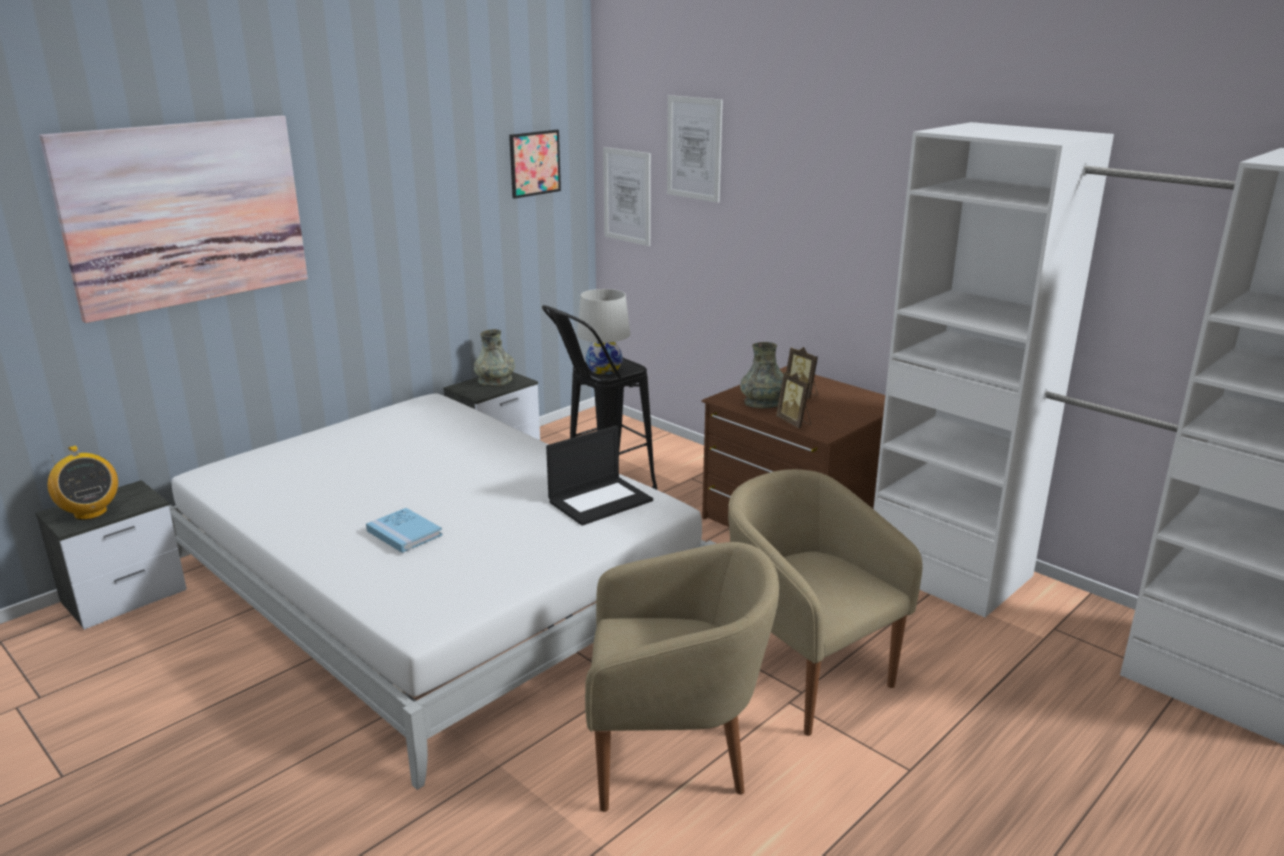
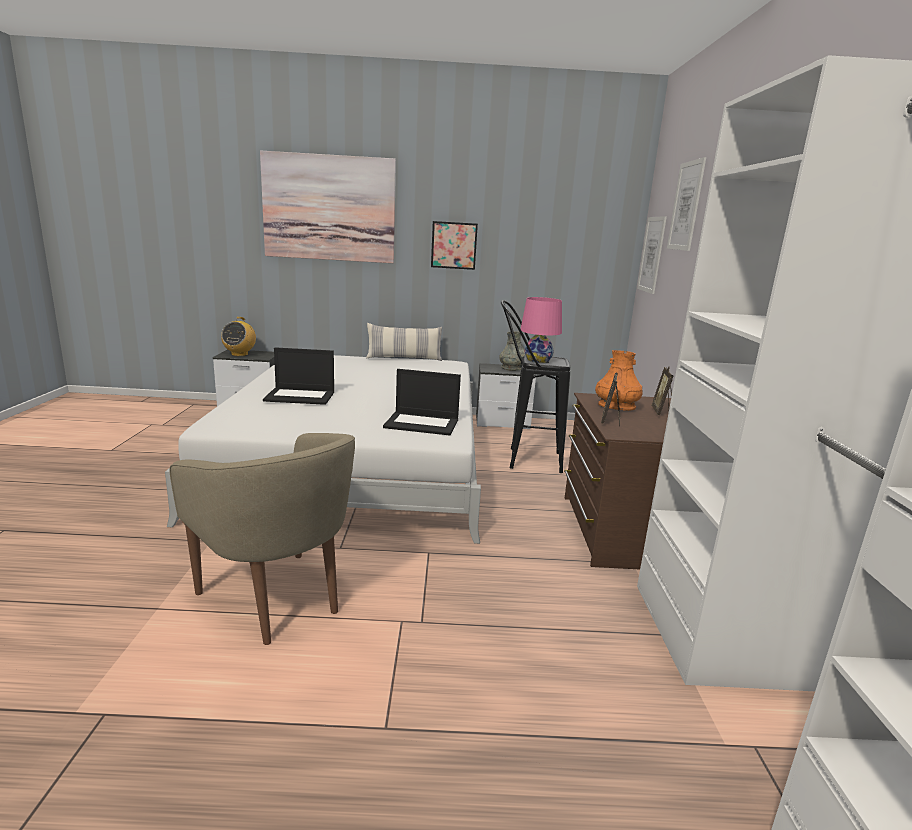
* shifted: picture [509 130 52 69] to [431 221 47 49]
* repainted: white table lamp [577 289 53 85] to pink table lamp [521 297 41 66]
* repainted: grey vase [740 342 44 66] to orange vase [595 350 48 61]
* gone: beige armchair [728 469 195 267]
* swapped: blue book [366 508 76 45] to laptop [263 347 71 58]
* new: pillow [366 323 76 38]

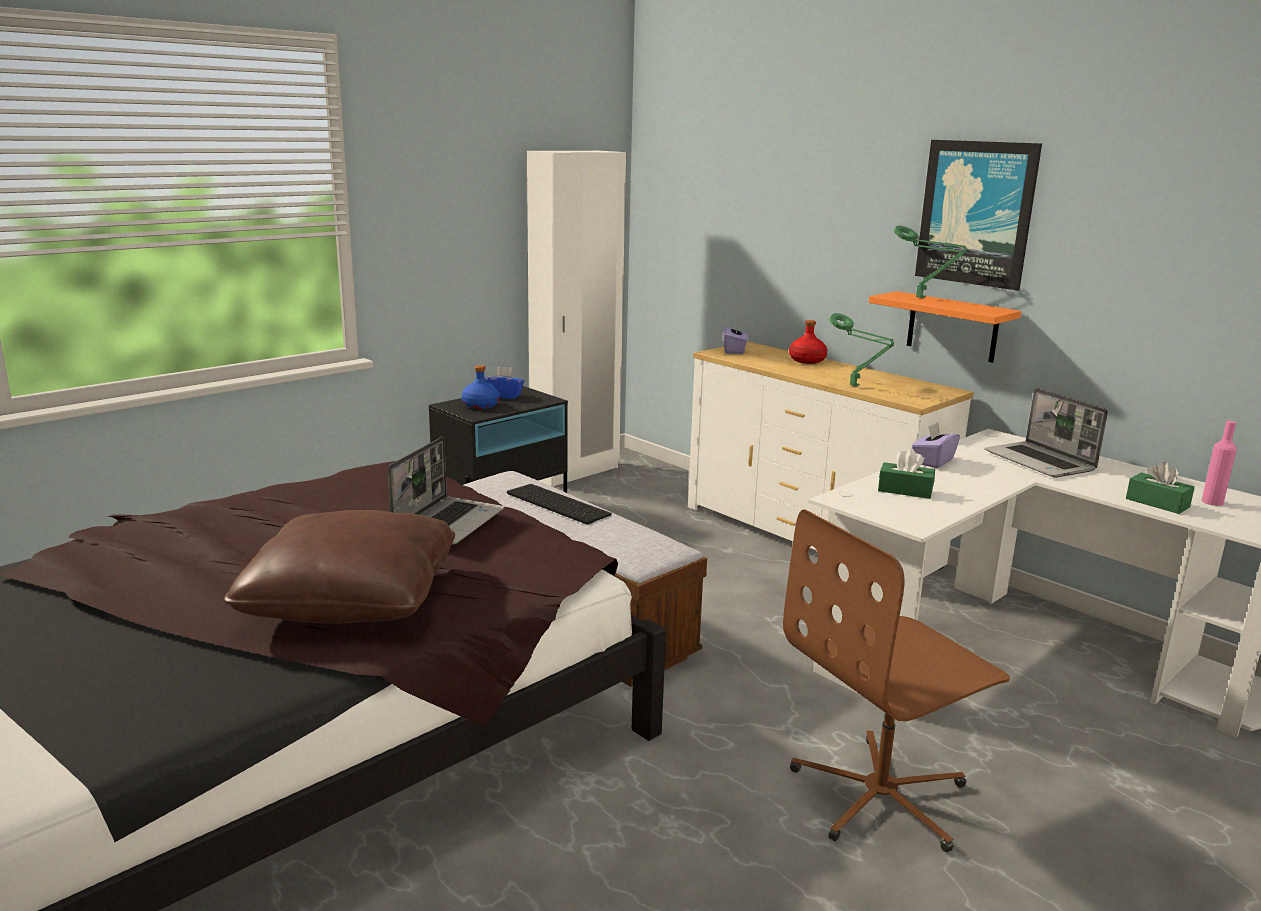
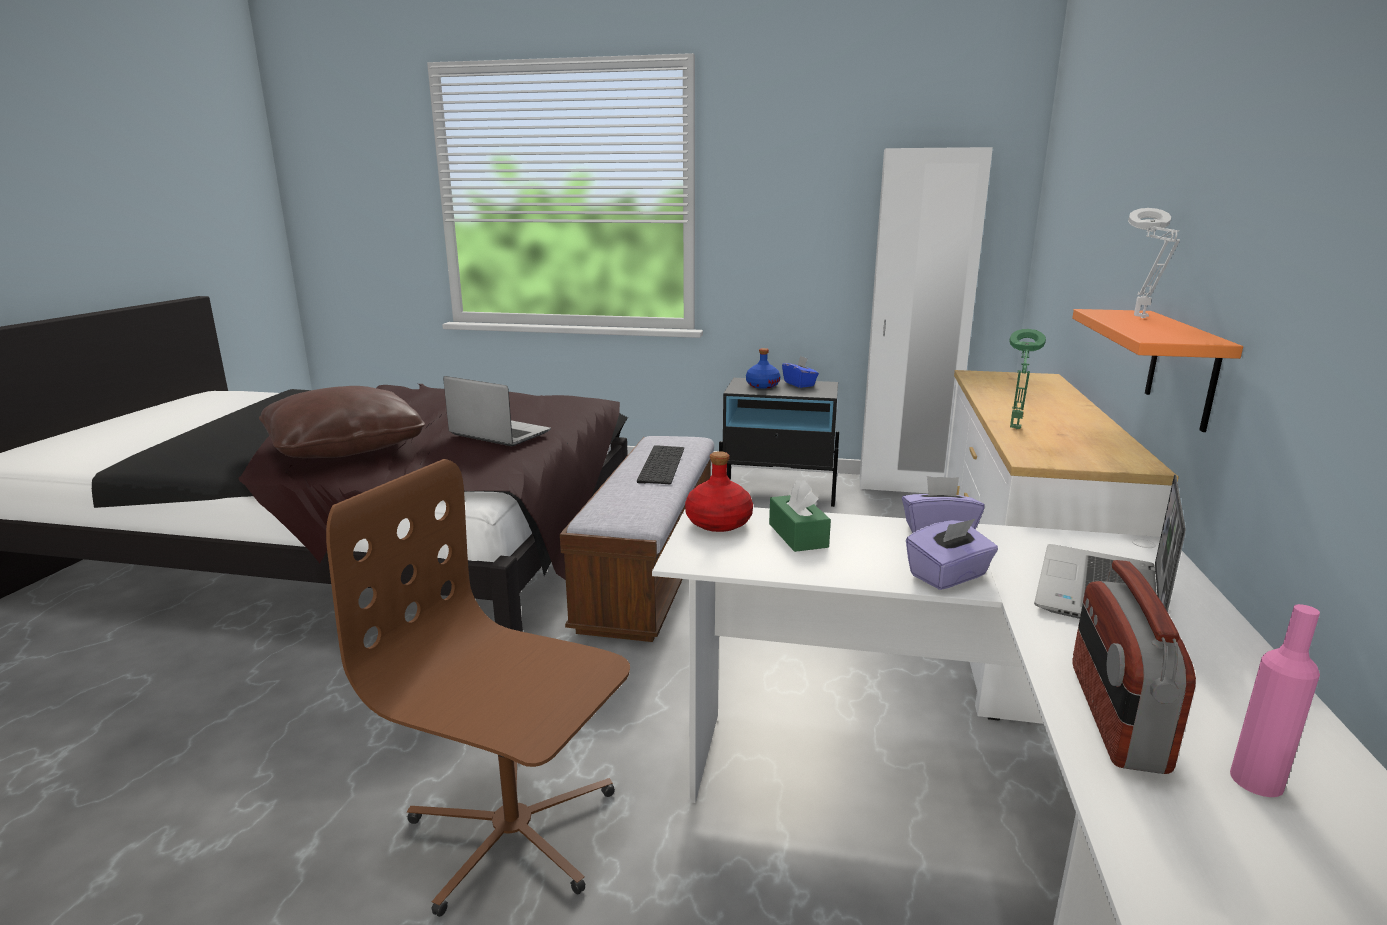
* gone: picture [915 140 127 150]
* repainted: green table lamp [894 226 73 72] to white table lamp [1128 208 52 110]
* shifted: red bottle [789 320 38 44] to [685 451 68 81]
* shifted: purple tissue box [723 321 25 33] to [906 518 92 72]
* rotated: laptop [388 436 116 109] = [443 376 108 70] 135 degrees counterclockwise
* swapped: green tissue box [1126 462 69 52] to radio [1072 560 124 214]

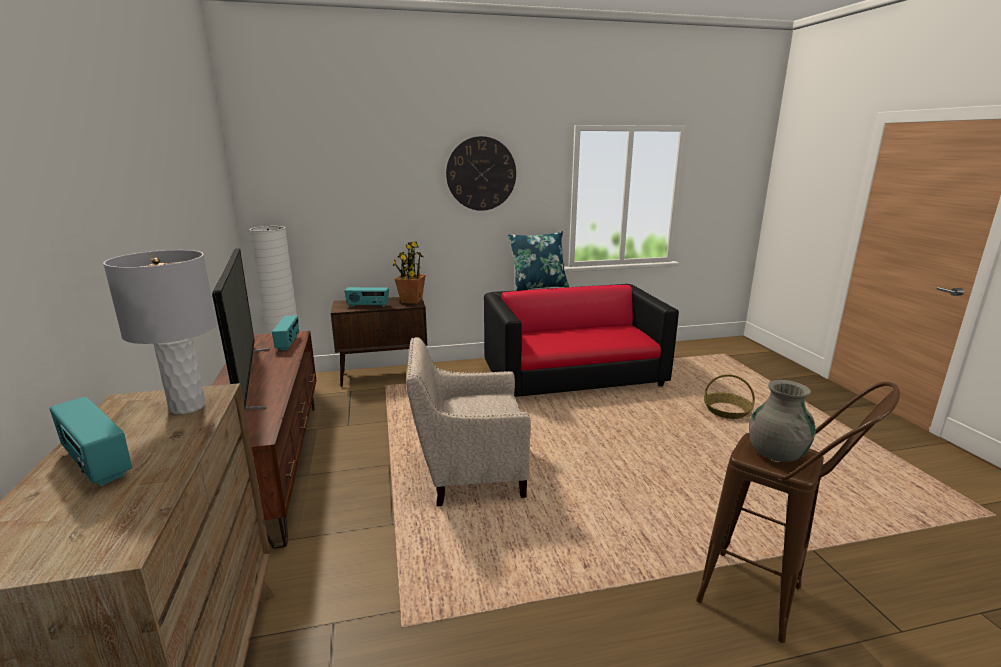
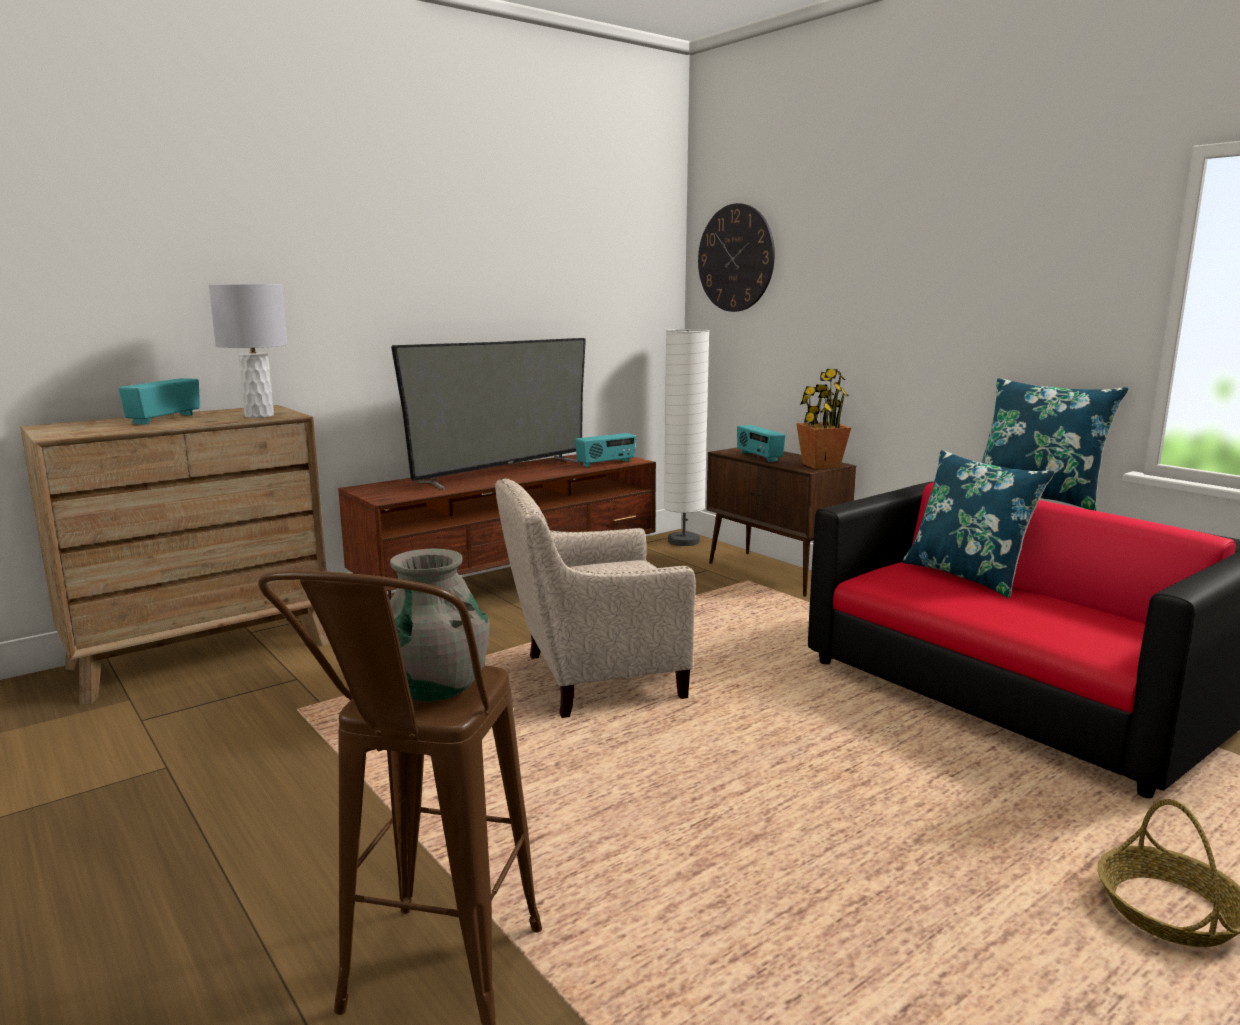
* shifted: wall clock [446 136 70 75] to [698 203 77 109]
* rotated: beige armchair [406 337 125 169] = [495 478 201 240] 75 degrees counterclockwise
* new: blue pillow [902 450 153 148]

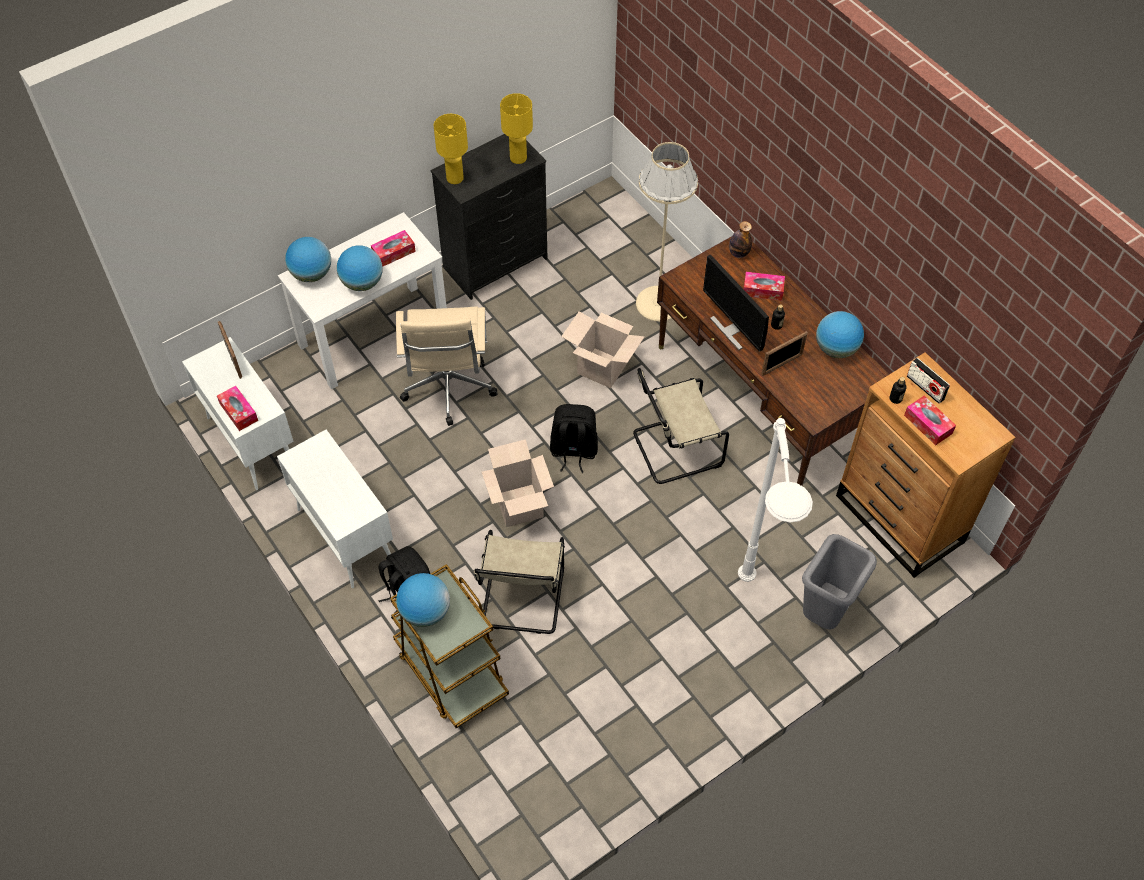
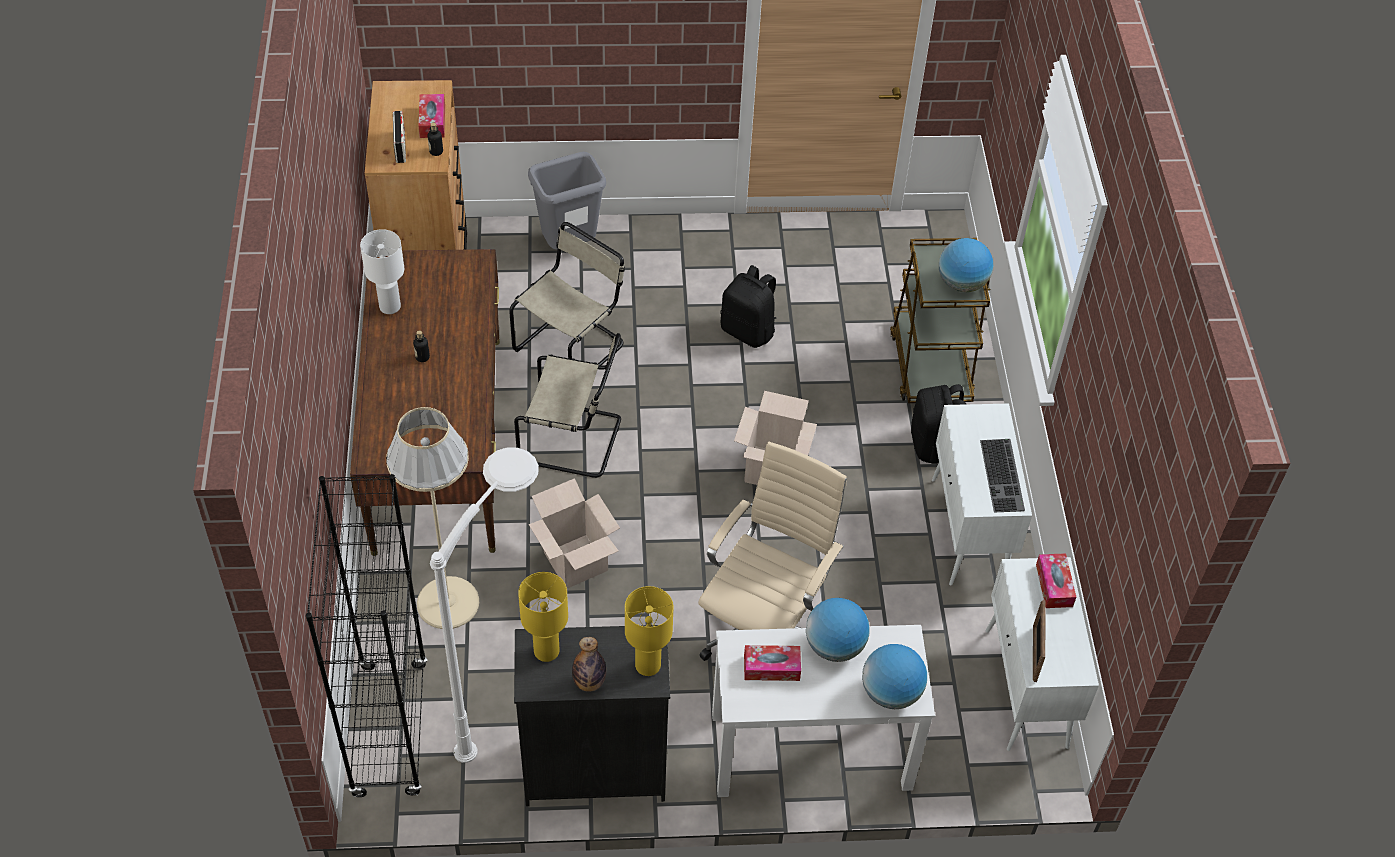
* shifted: bottle [729 221 23 37] to [572 637 34 55]
* gone: monitor [703 254 66 98]
* gone: tissue box [744 272 41 29]
* swapped: globe [816 311 48 47] to white table lamp [360 229 44 85]
* gone: picture frame [761 331 46 45]
* shifted: black backpack [550 404 48 69] to [720 265 56 83]
* shifted: white floor lamp [738 418 75 164] to [430 447 109 316]
* shifted: beige chair [473 530 92 104] to [509 222 116 144]
* new: keyboard [980 439 45 73]
* new: black bookcase [306 474 122 323]

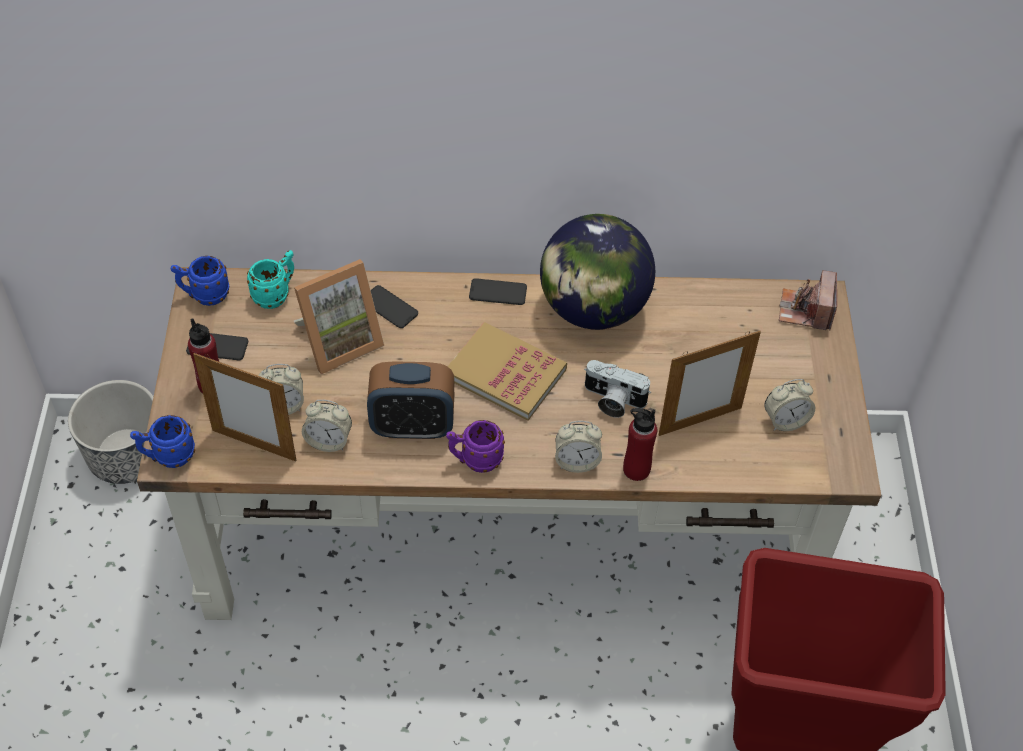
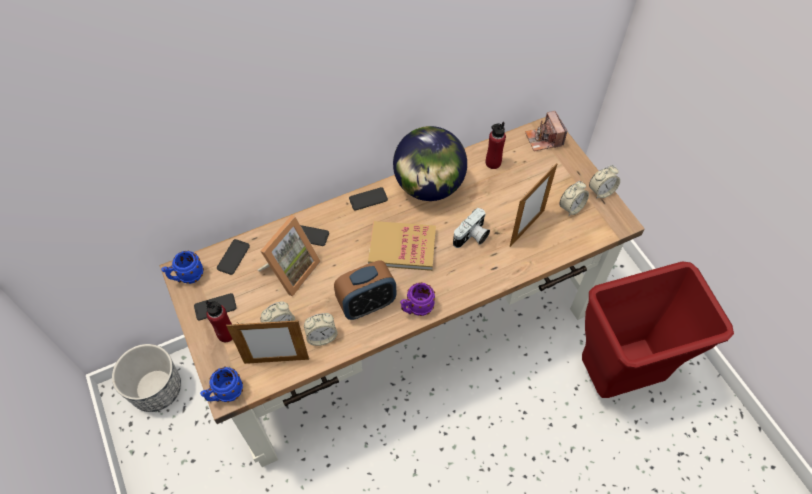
* swapped: turquoise mug [247 250 47 59] to phone [217 239 33 36]
* rotated: photo camera [584 360 67 58] = [453 208 37 40] 45 degrees counterclockwise
* shifted: red bottle [623 408 34 73] to [486 122 20 47]
* shifted: alarm clock [555 421 47 52] to [589 165 31 34]

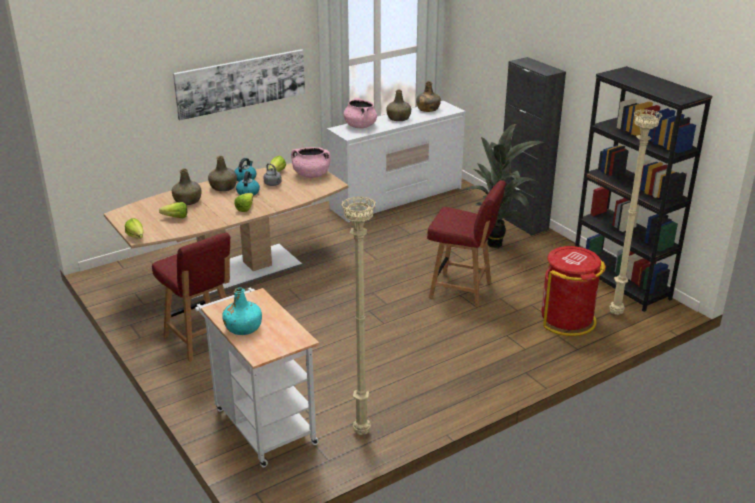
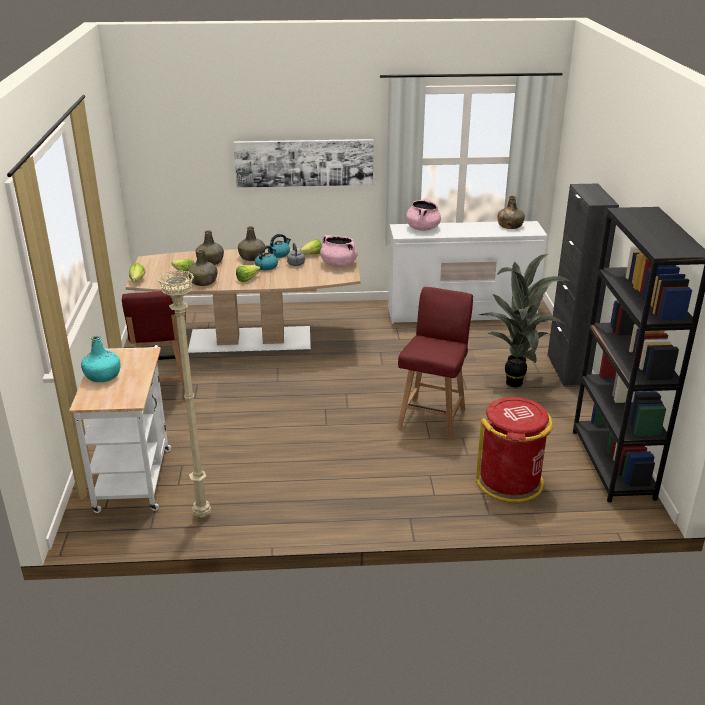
* shifted: green bottle [386 90 25 31] to [188 249 30 37]
* gone: beige floor lamp [609 109 54 206]
* rotated: red chair [427 180 79 127] = [397 287 76 152] 120 degrees counterclockwise

